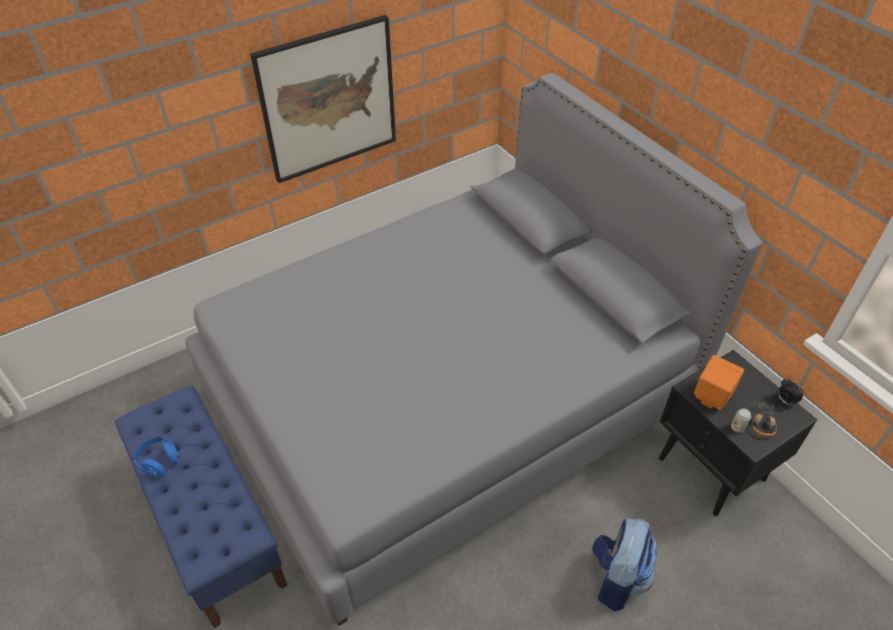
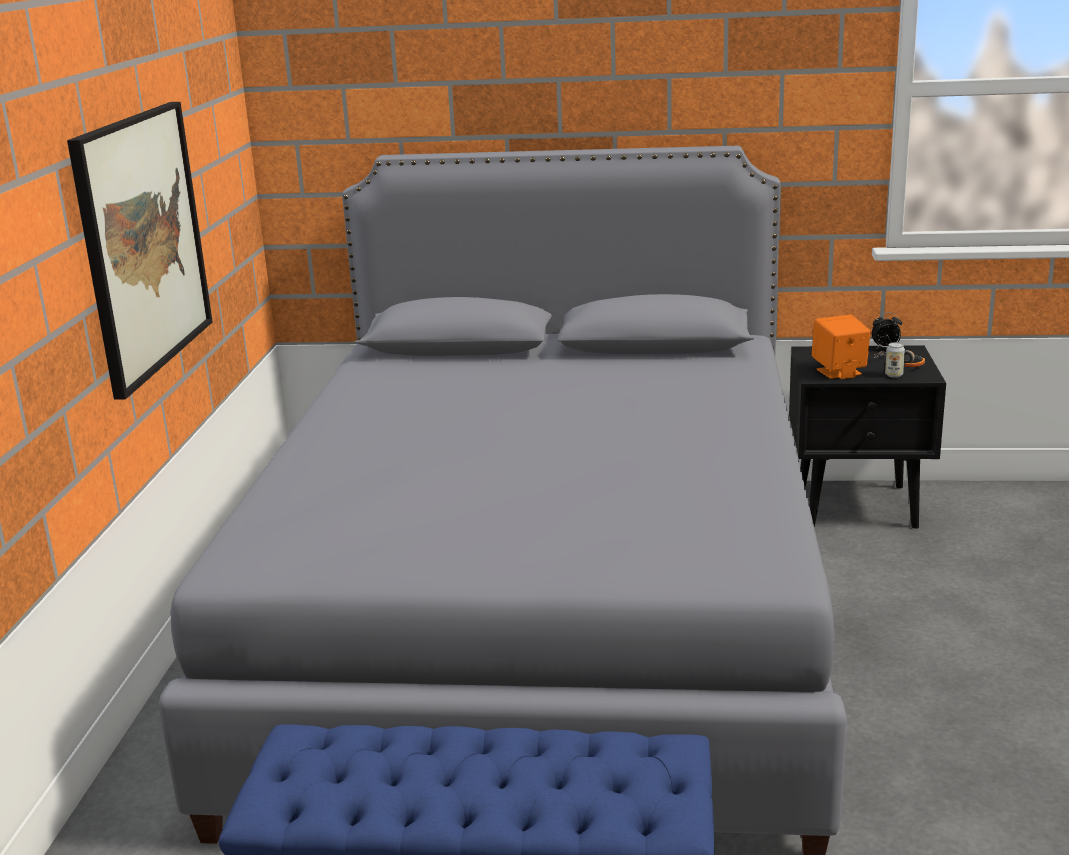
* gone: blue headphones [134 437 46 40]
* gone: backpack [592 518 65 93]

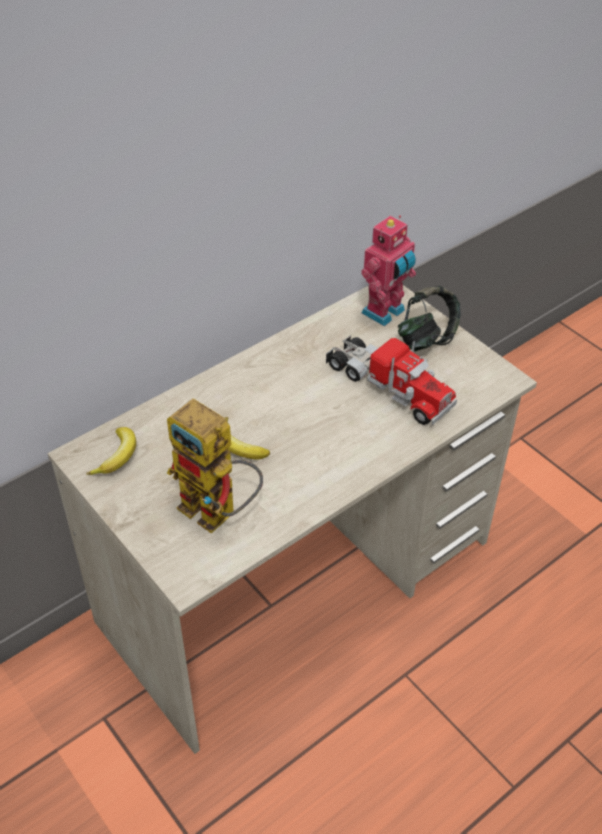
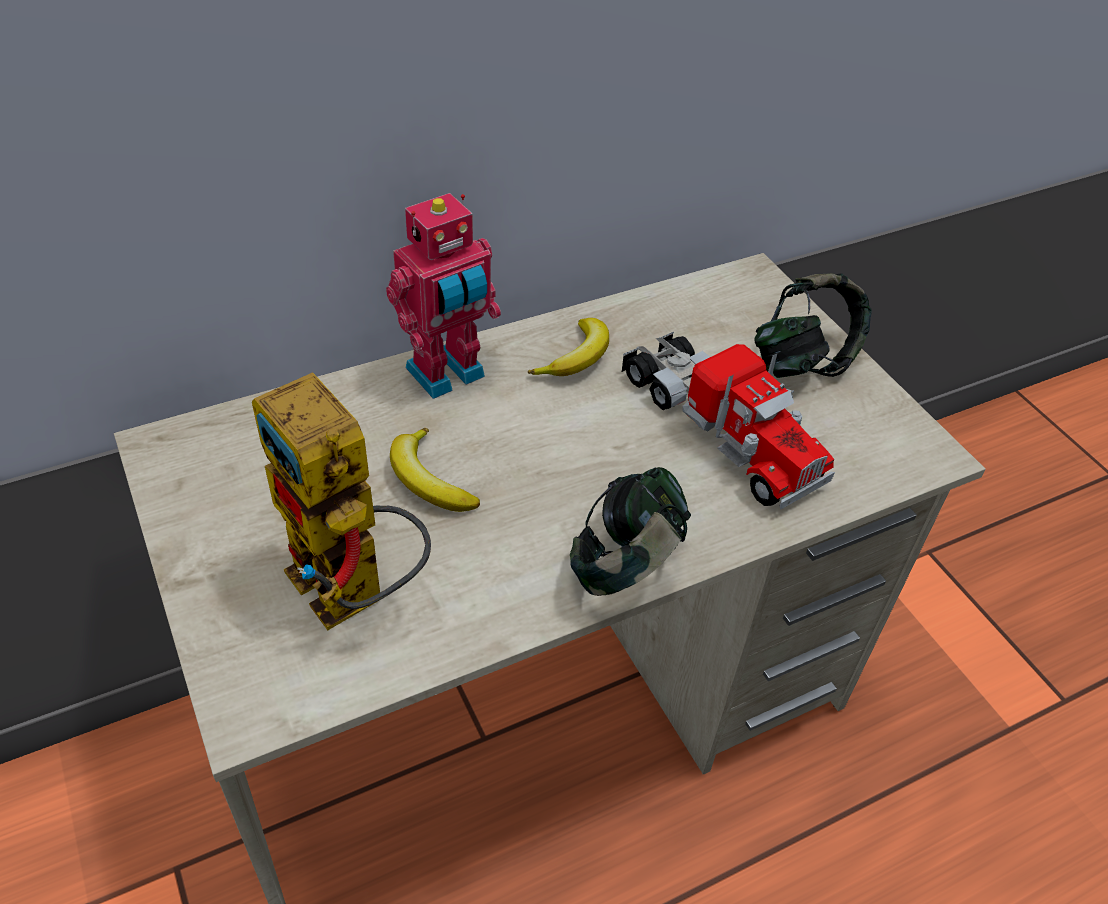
* shifted: toy robot [361 215 55 111] to [386 193 115 206]
* shifted: banana [86 427 50 48] to [528 318 81 58]
* new: headphones [570 467 121 129]

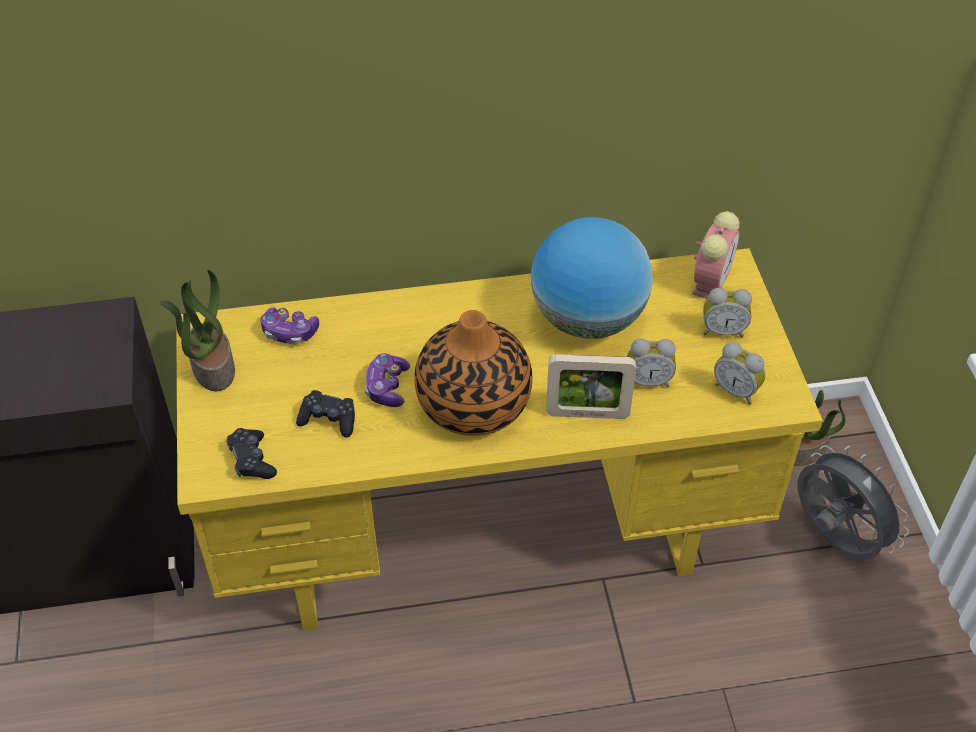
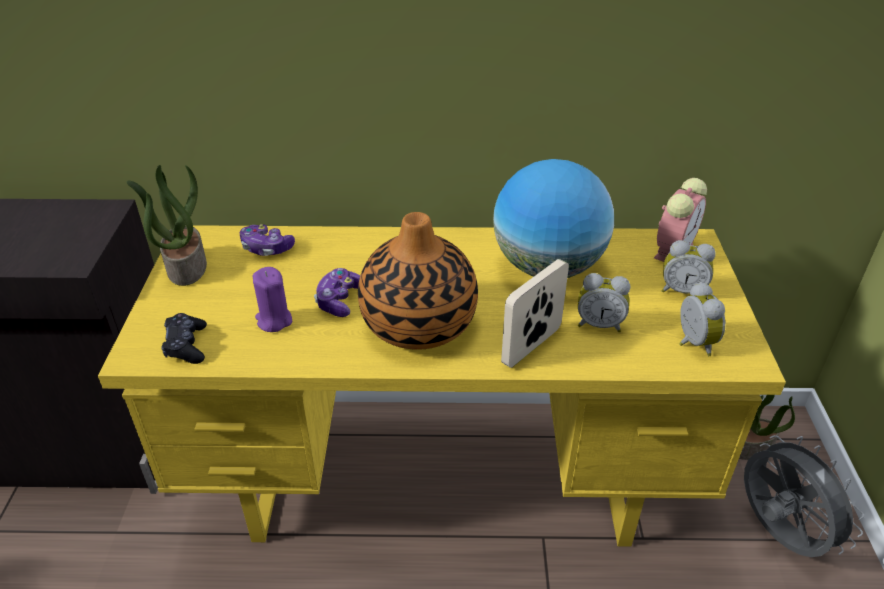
* rotated: alarm clock [714 342 52 63] = [679 282 46 74] 150 degrees counterclockwise
* rotated: picture frame [546 354 90 65] = [501 259 68 109] 120 degrees clockwise
* swapped: black game controller [296 390 59 48] to purple candle [252 267 40 65]

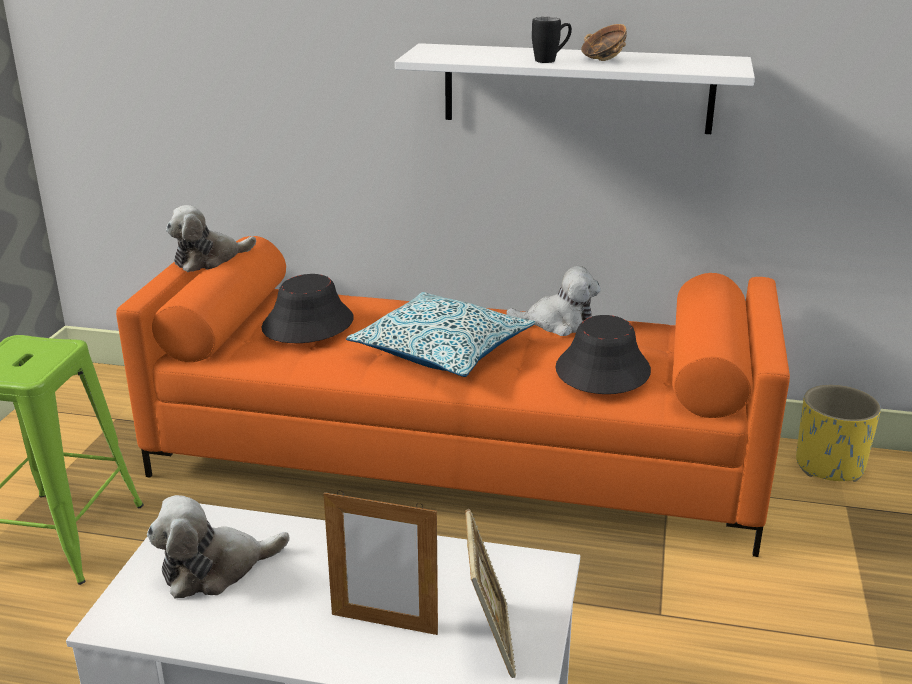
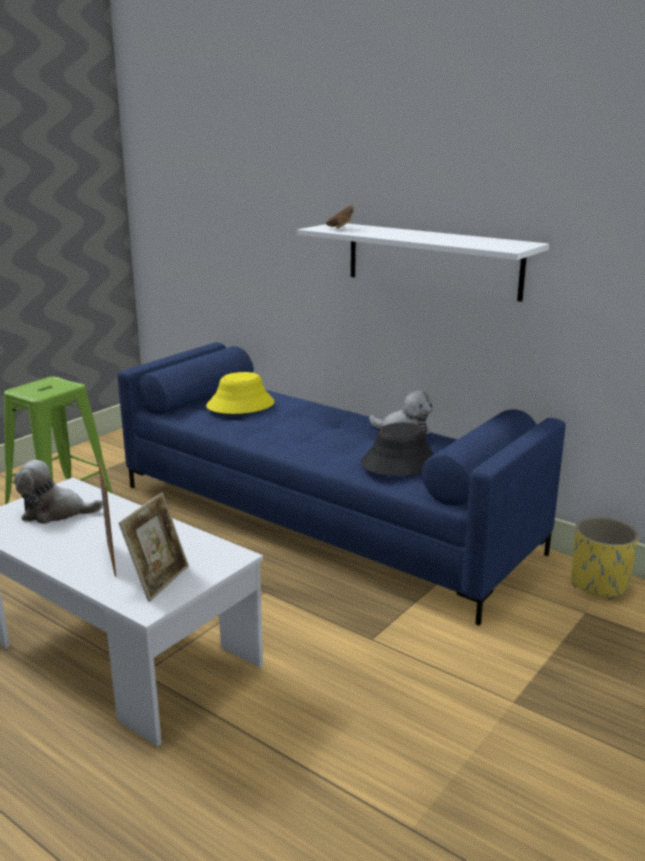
* gone: black mug [532 17 40 46]
* shifted: bowl [581 24 46 37] to [325 205 29 24]
* gone: plush toy [166 205 90 67]
* repainted: orange sofa [116 236 674 321] to blue sofa [117 342 448 284]
* repainted: black hat [261 274 93 69] to yellow hat [206 372 69 42]
* gone: pillow [346 292 190 85]
* rotated: picture frame [323 490 115 145] = [98 458 18 119] 150 degrees counterclockwise

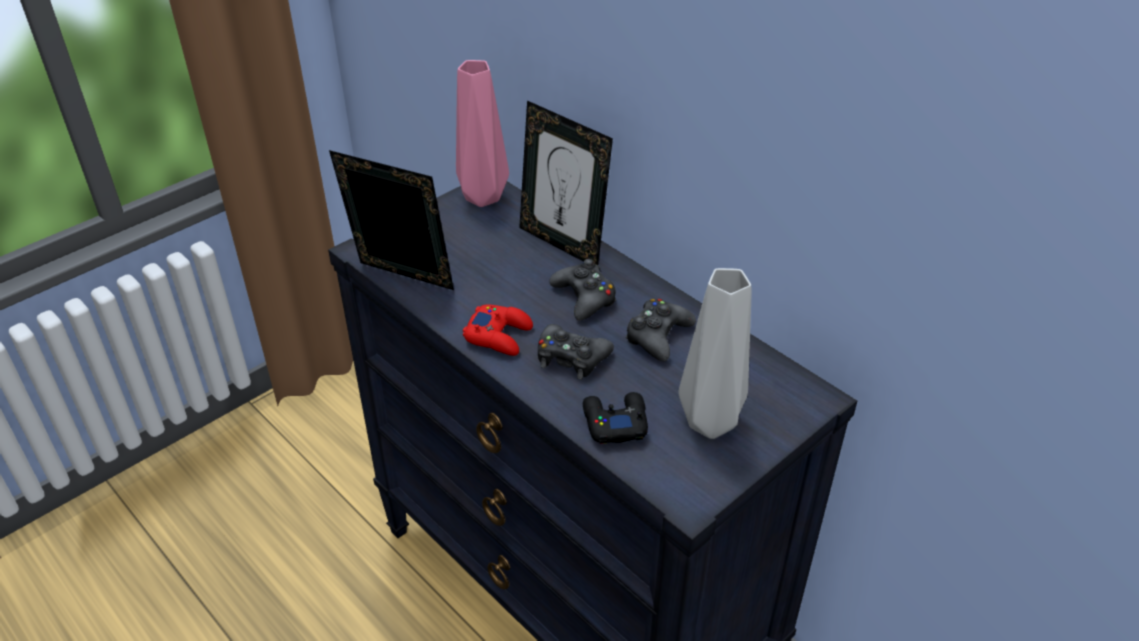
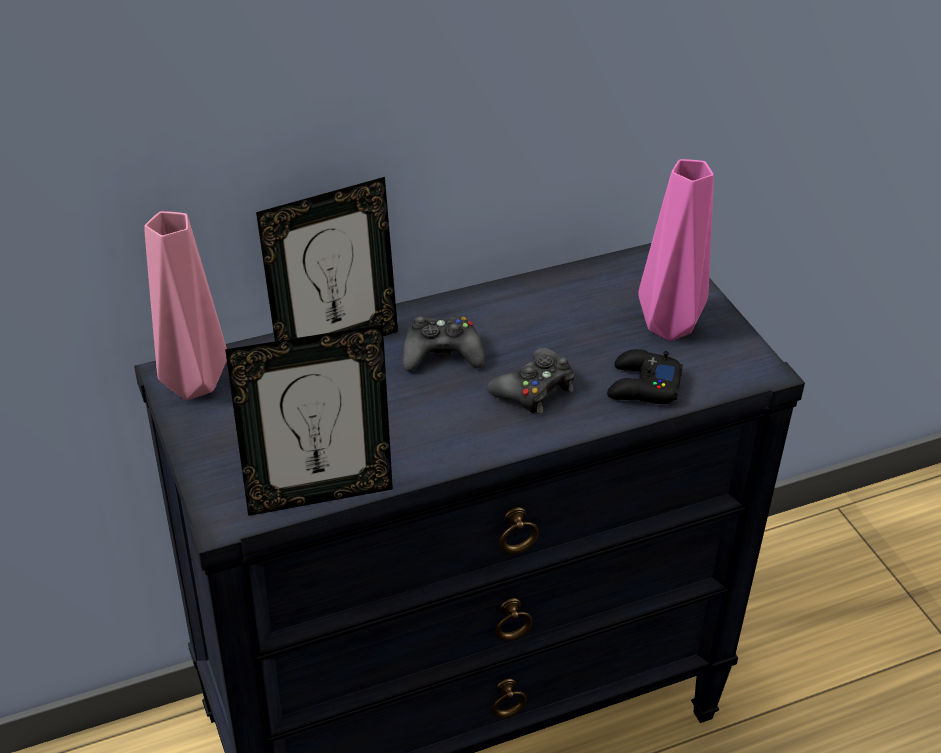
* rotated: picture frame [329 150 125 140] = [225 324 168 192] 150 degrees counterclockwise
* repainted: grey vase [678 268 74 171] to pink vase [638 159 76 182]
* gone: black game controller [625 299 71 62]
* gone: red game controller [463 305 70 51]

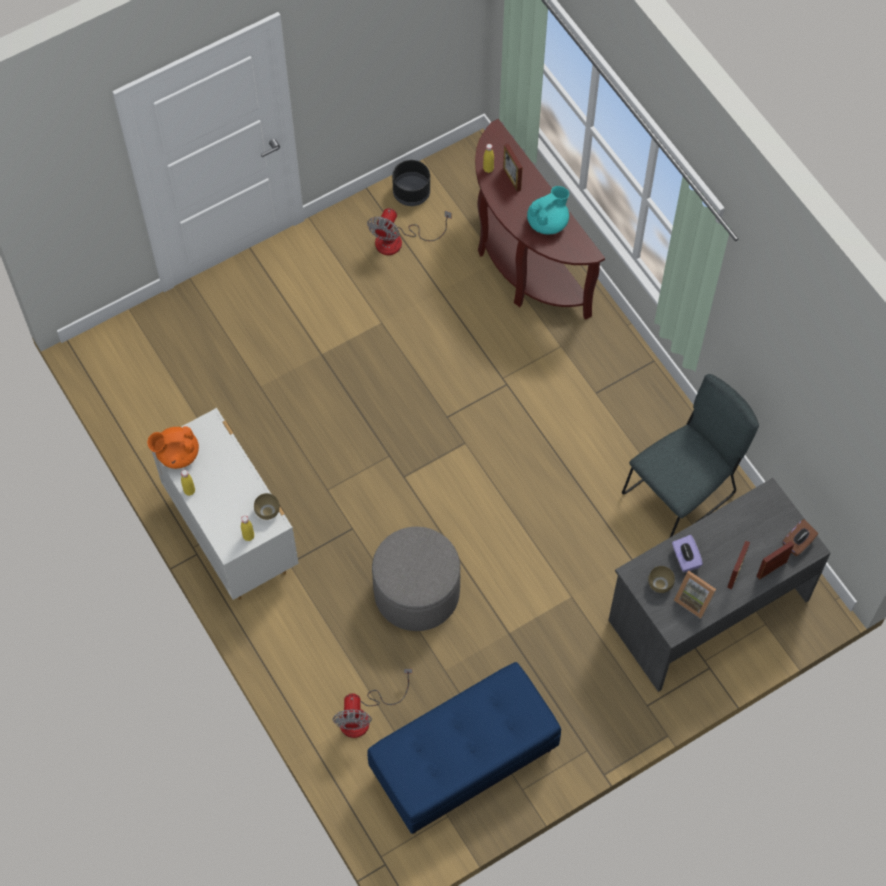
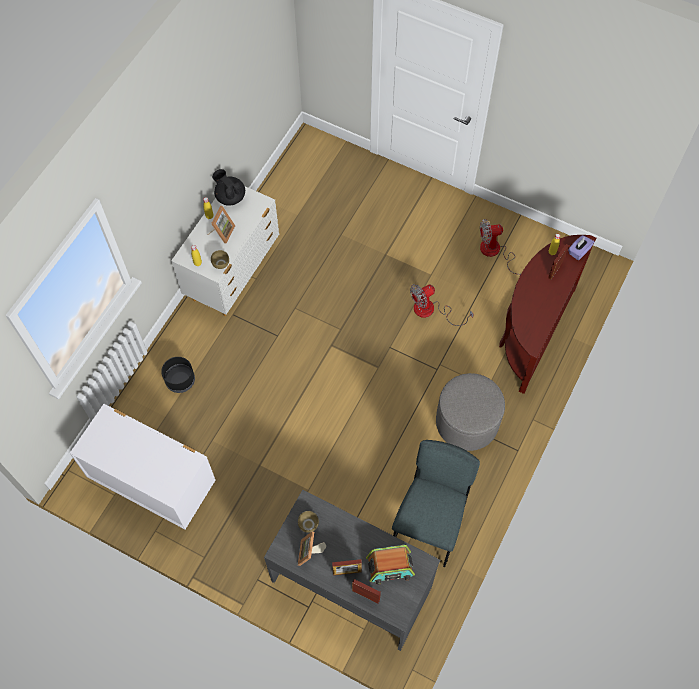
* shifted: black planter [392 160 38 46] to [161 357 34 36]
* gone: turquoise teapot [527 186 42 48]
* rotated: grey chair [622 374 137 163] = [392 440 88 127] 90 degrees counterclockwise
* repainted: orange teapot [147 426 52 43] to black teapot [212 169 33 36]
* gone: brown tissue box [782 519 36 37]
* shifted: grey ottoman [372 527 88 104] to [436 373 69 78]
* shifted: purple tissue box [672 535 31 37] to [568 235 26 25]
* swapped: blue bench [367 662 194 172] to white dresser [70 404 145 125]
* shifted: fan [332 669 80 69] to [410 284 64 42]
* new: picture frame [207 206 28 38]
* new: radio [366 545 49 40]

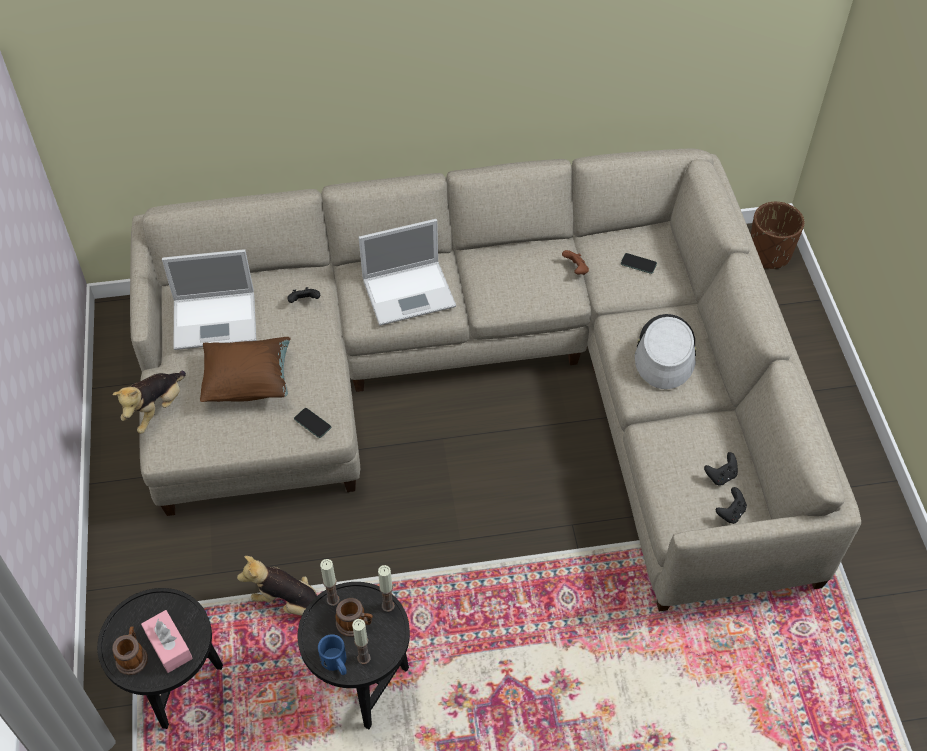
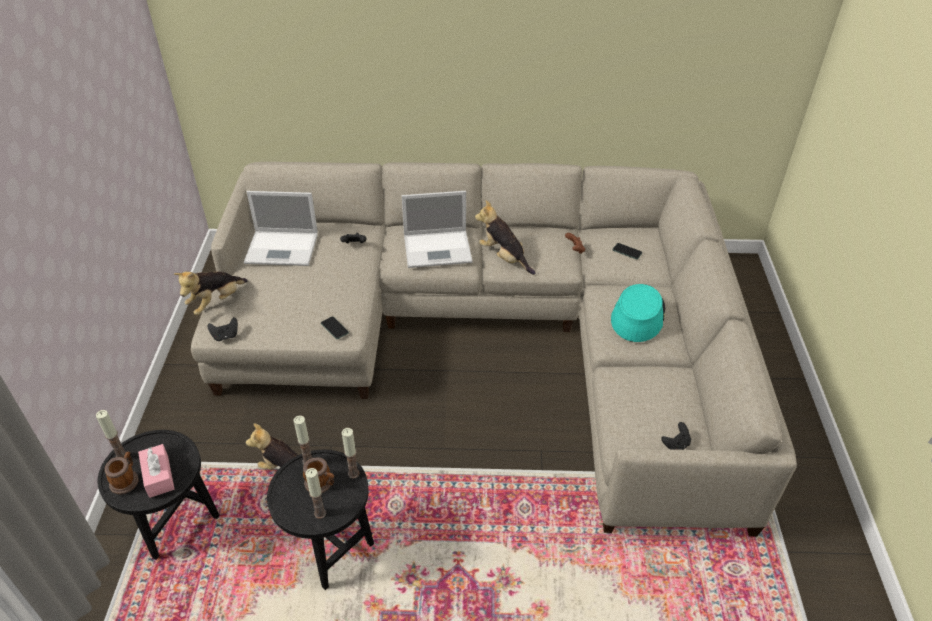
* gone: brown planter [751 202 54 67]
* repainted: grey hat [635 314 61 75] to turquoise hat [611 284 54 58]
* gone: brown pillow [200 337 90 65]
* shifted: black game controller [704 452 34 34] to [207 317 31 24]
* gone: blue mug [318 634 29 41]
* new: plush toy [475 200 60 75]
* new: candle [96 410 30 48]

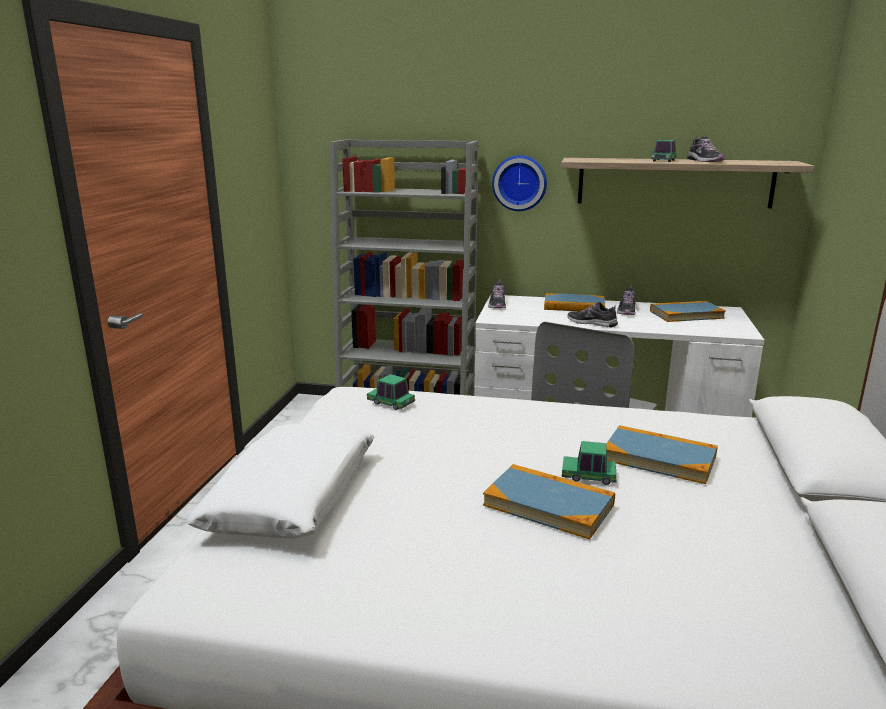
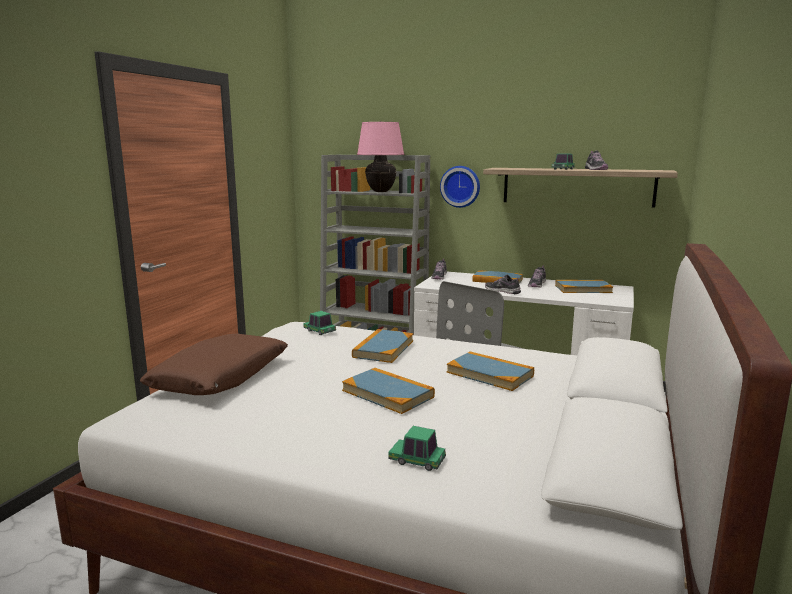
* repainted: white pillow [186 424 189 115] to brown pillow [140 334 148 61]
* shifted: toy car [562 441 54 44] to [389 426 57 45]
* new: pink table lamp [357 121 48 71]
* new: book [352 329 61 34]

